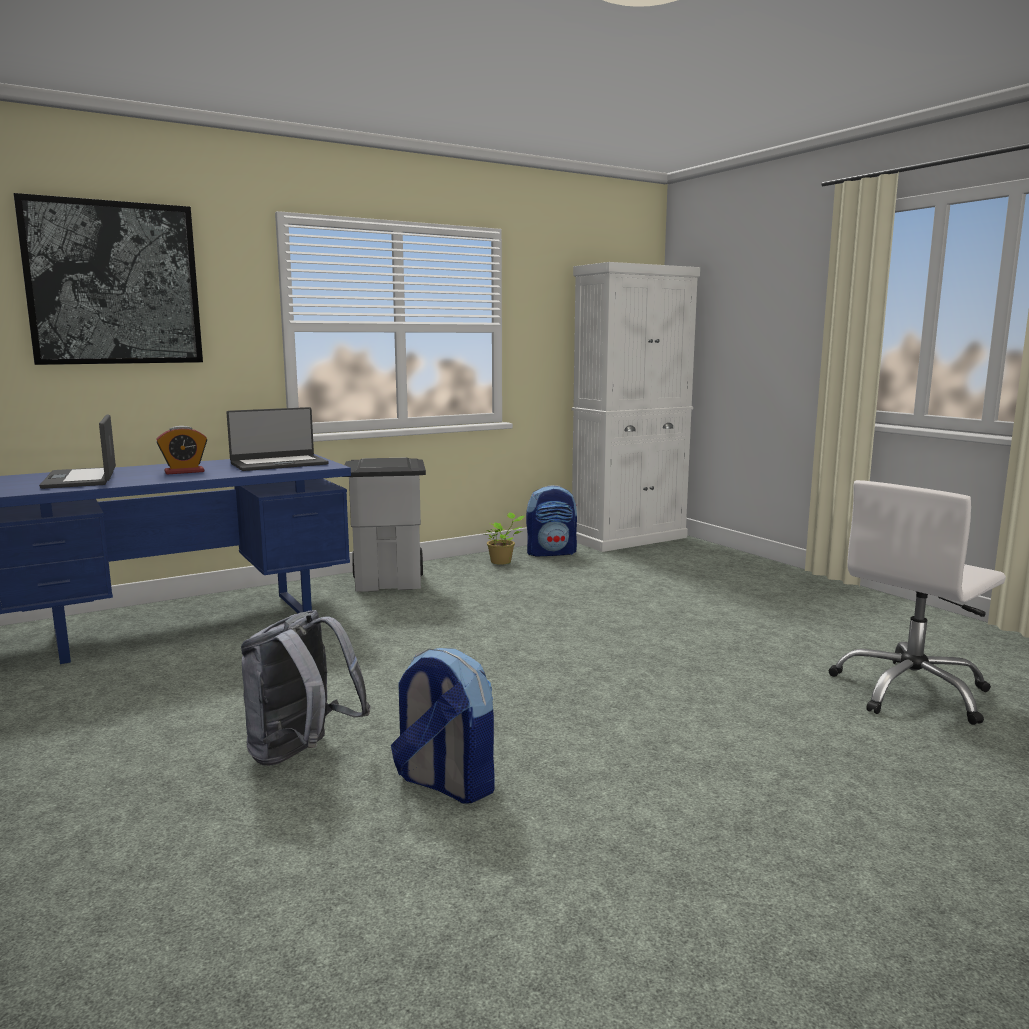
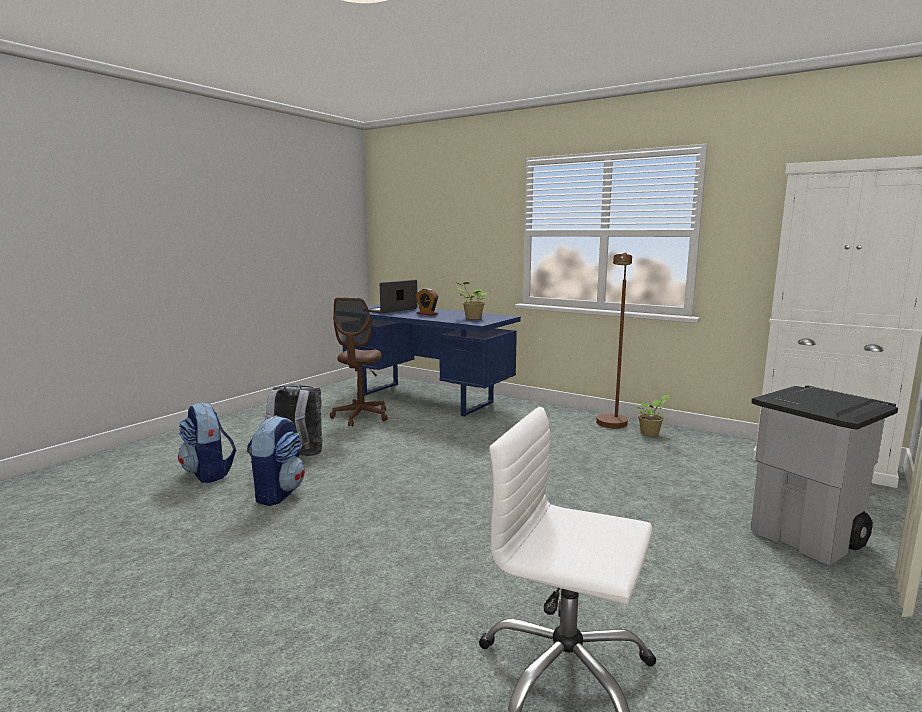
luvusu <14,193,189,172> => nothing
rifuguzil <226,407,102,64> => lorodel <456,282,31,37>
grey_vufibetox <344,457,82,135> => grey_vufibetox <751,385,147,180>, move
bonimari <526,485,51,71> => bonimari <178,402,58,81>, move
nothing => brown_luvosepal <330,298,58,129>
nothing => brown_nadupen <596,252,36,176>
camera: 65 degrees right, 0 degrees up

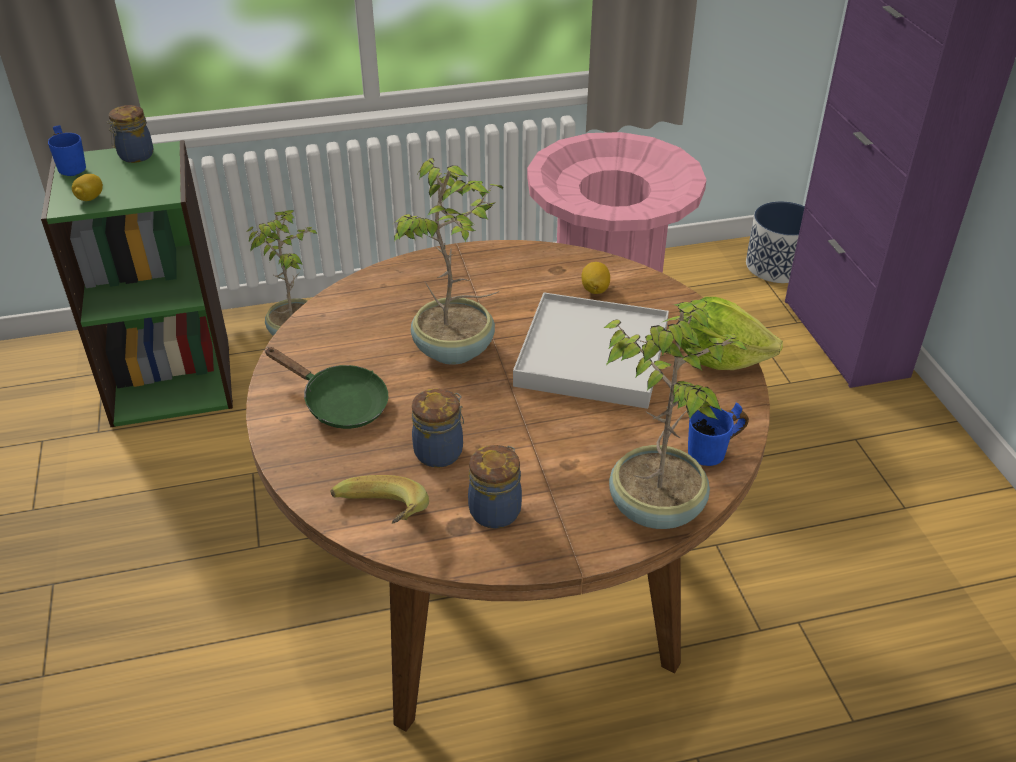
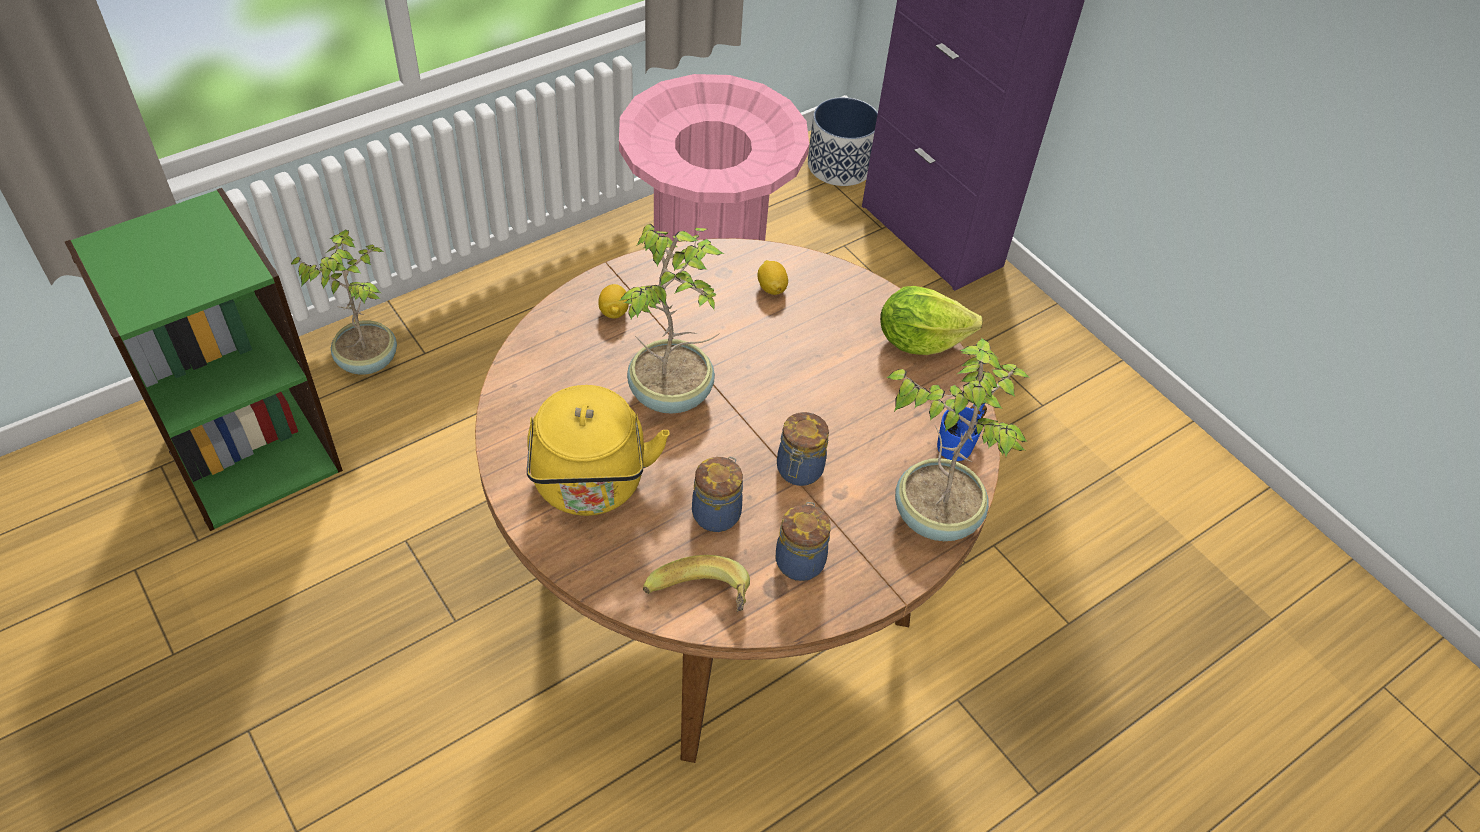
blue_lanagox <48,125,38,51> => nothing
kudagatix <72,174,31,27> => kudagatix <598,284,31,34>, move
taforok <107,105,46,58> => taforok <777,412,52,74>, move
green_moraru <265,347,123,82> => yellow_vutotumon <527,385,143,131>
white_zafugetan <513,292,156,117> => nothing
camera: 25 degrees left, 10 degrees up

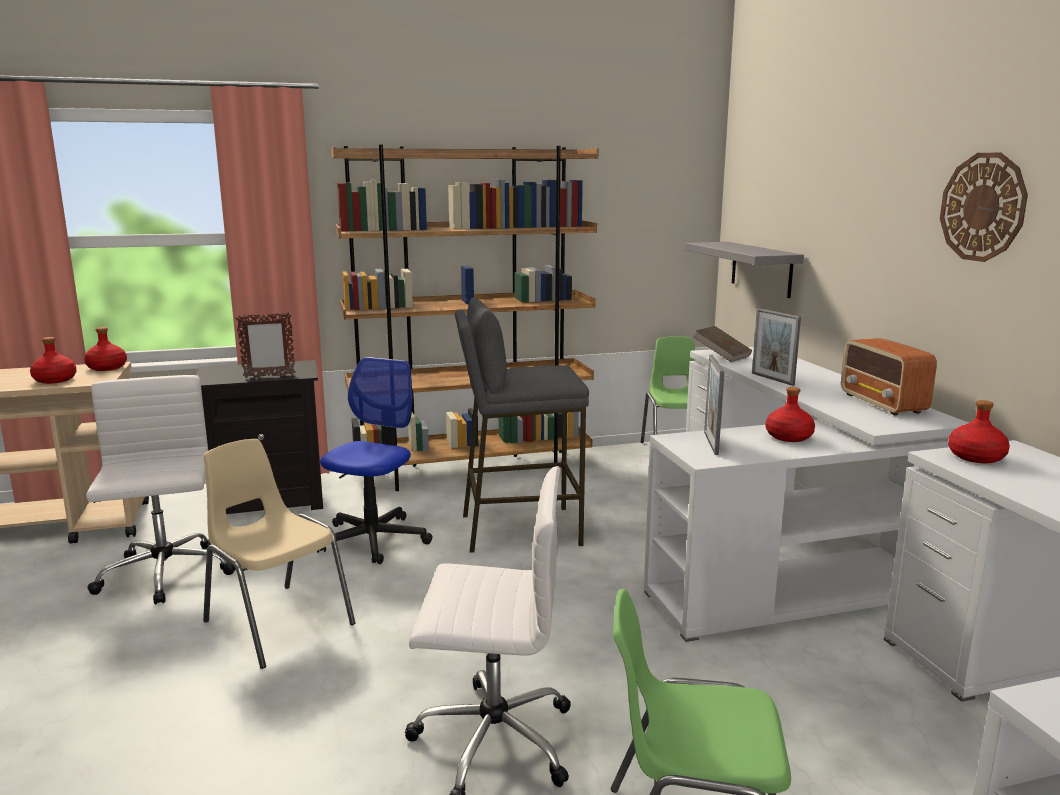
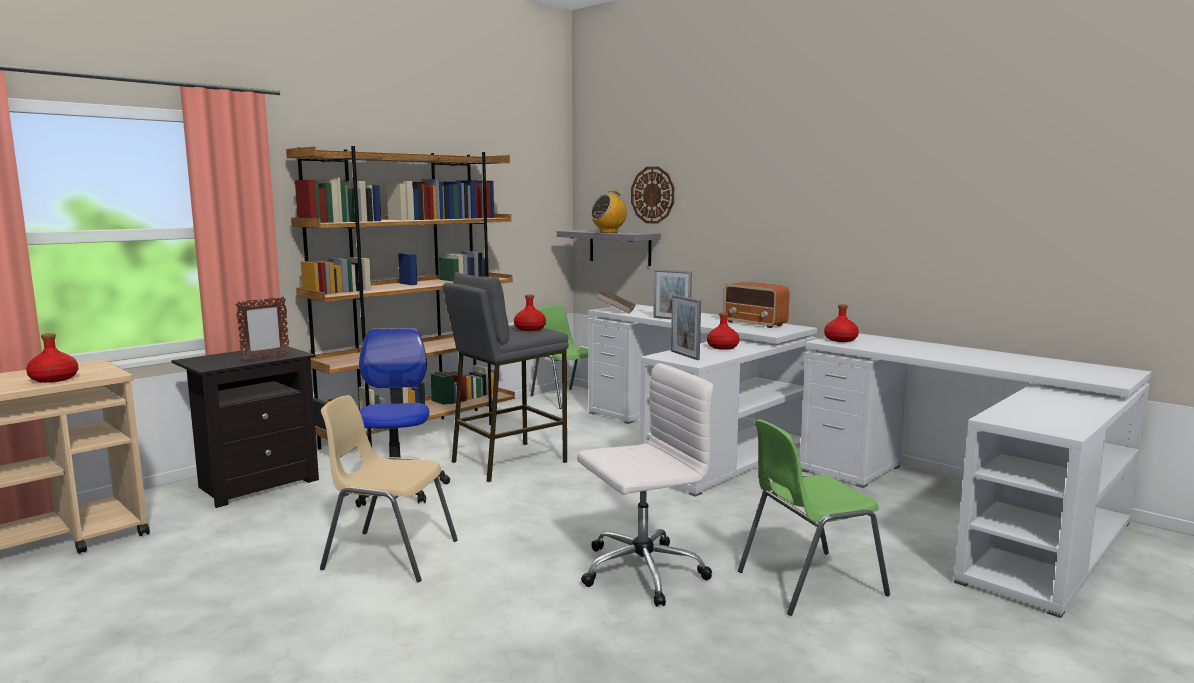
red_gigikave <84,327,43,44> => red_gigikave <514,295,32,36>, move
white_luvosepal <86,375,150,230> => nothing
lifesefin <940,152,88,110> => lifesefin <631,167,43,57>, move
nothing => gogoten <591,190,36,43>
camera: 30 degrees left, 5 degrees down

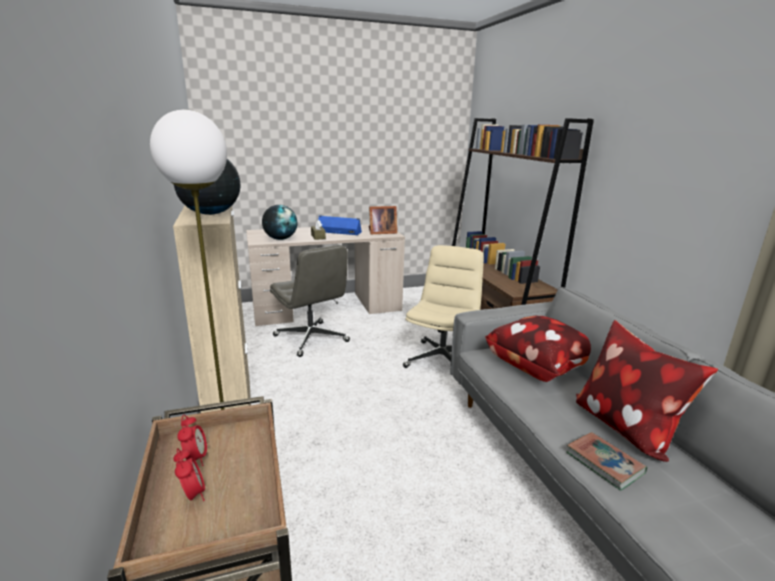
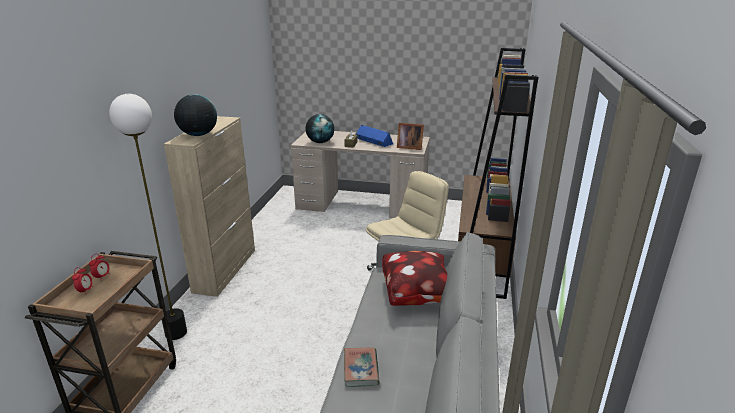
grey_luvosepal <270,245,80,112> => nothing
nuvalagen <576,320,142,142> => nothing
camera: 30 degrees right, 5 degrees up

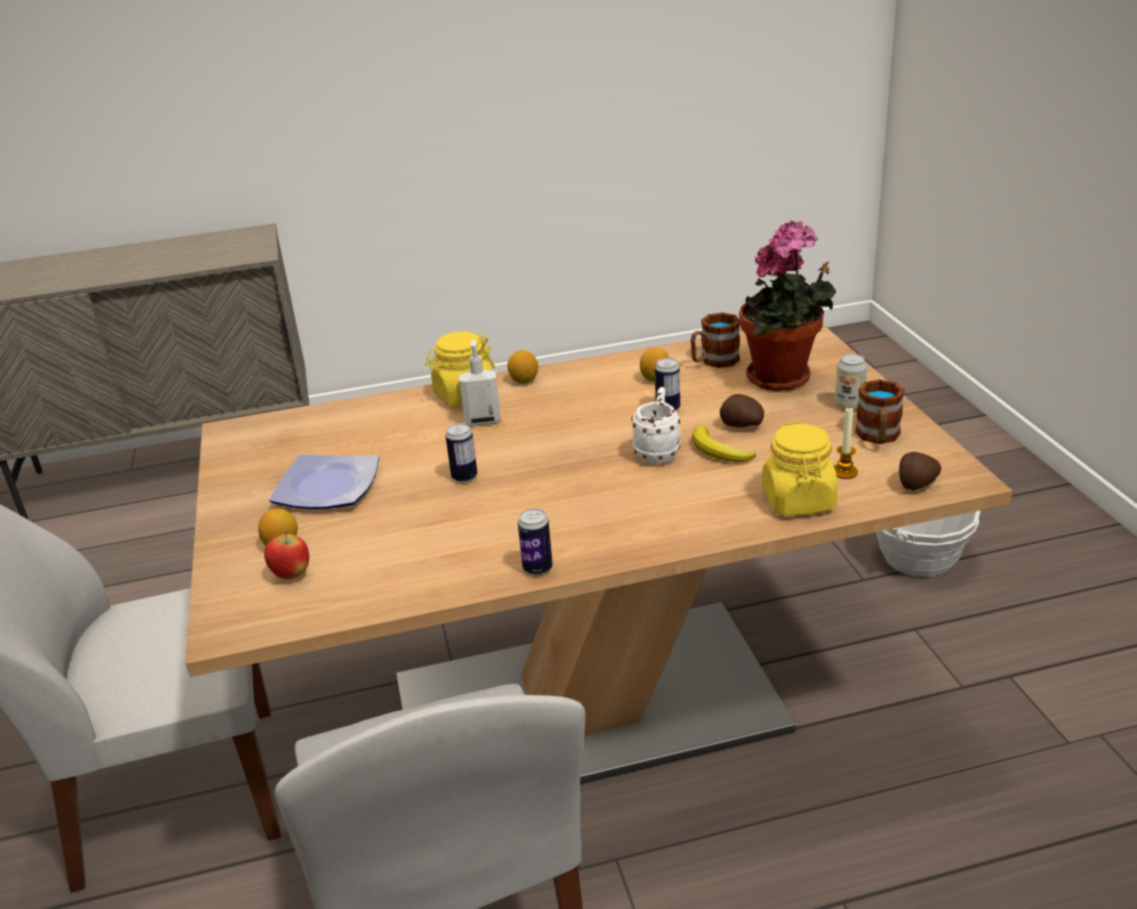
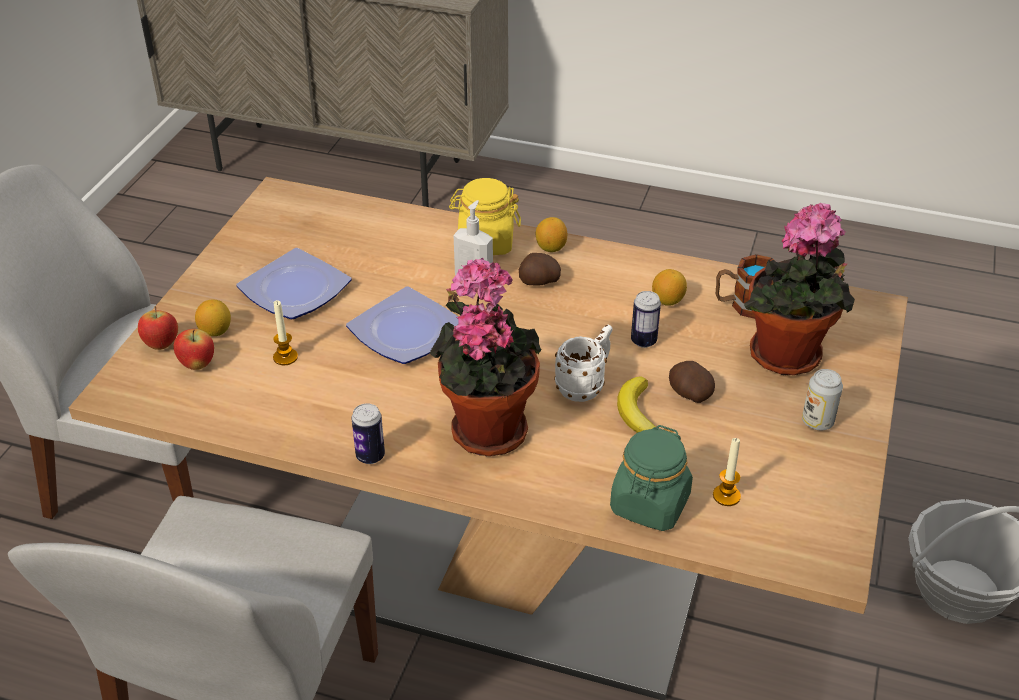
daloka <445,423,32,59> => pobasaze <346,286,113,78>
yellow_taforok <762,422,76,94> => green_taforok <610,425,83,106>
lanagox <855,380,50,64> => nothing
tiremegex <899,452,42,39> => tiremegex <519,253,42,33>, move
nothing => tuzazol <138,306,40,44>
nothing => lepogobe <273,300,25,66>
nothing => lorodel <430,258,112,198>
camera: 30 degrees right, 10 degrees up

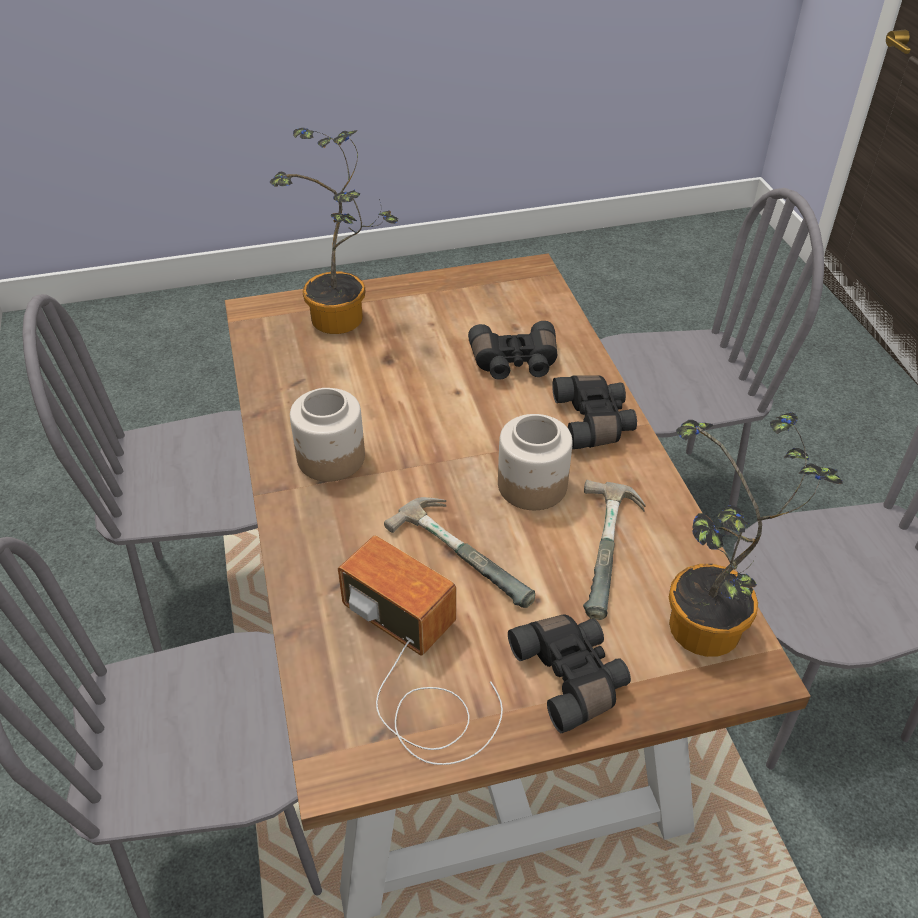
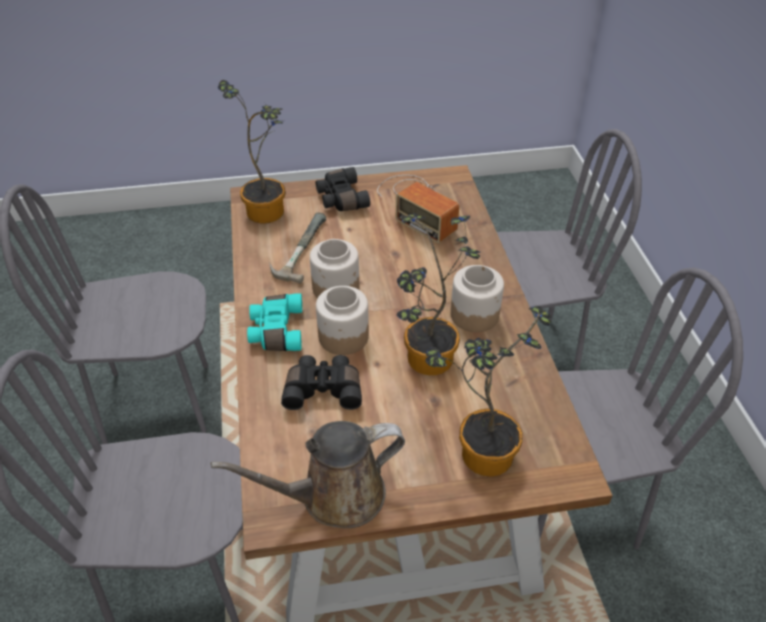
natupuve <384,497,151,111> => nothing
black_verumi <552,375,85,74> => turquoise_verumi <247,294,55,57>
nothing => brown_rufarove <211,421,194,108>
nothing => taforok <316,286,53,69>
nothing => lorodel <397,213,83,162>
camera: 175 degrees left, 0 degrees up

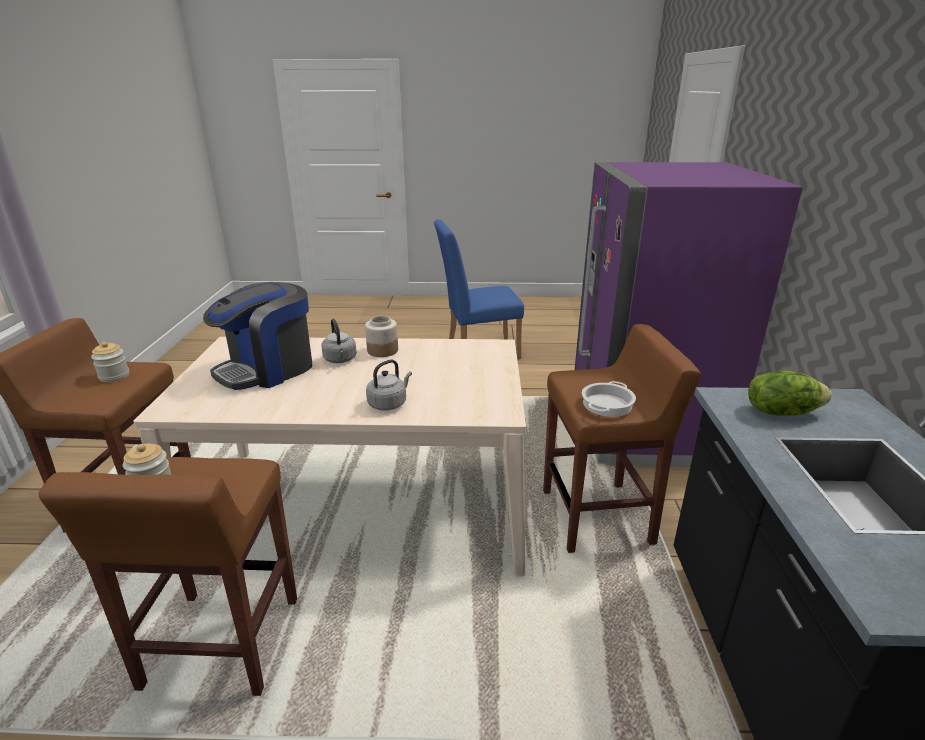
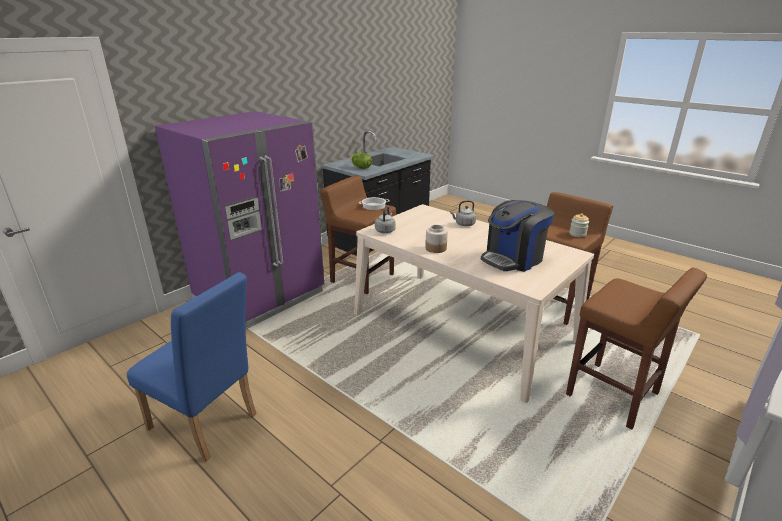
taforok <91,342,38,40> => nothing
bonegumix <203,282,109,108> => bonegumix <481,200,73,72>, 150 degrees clockwise
grey_vutotumon <321,319,36,44> => grey_vutotumon <375,206,21,27>, move
camera: 140 degrees left, 0 degrees up

